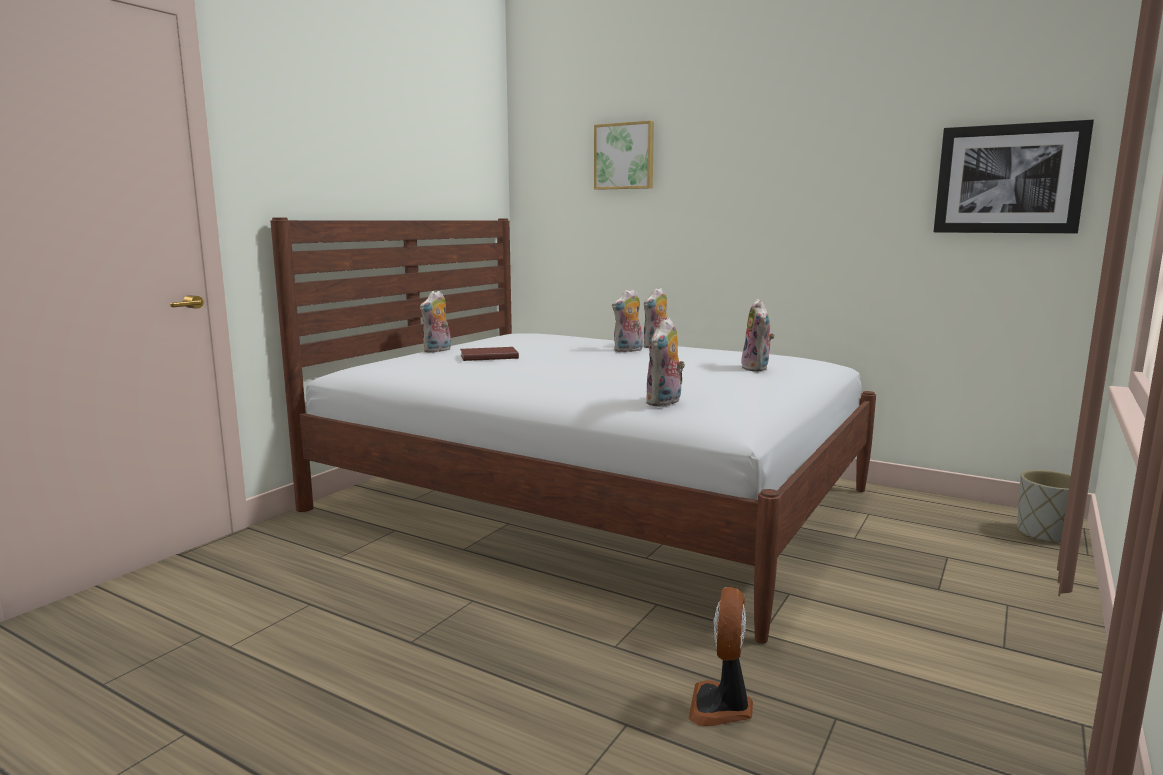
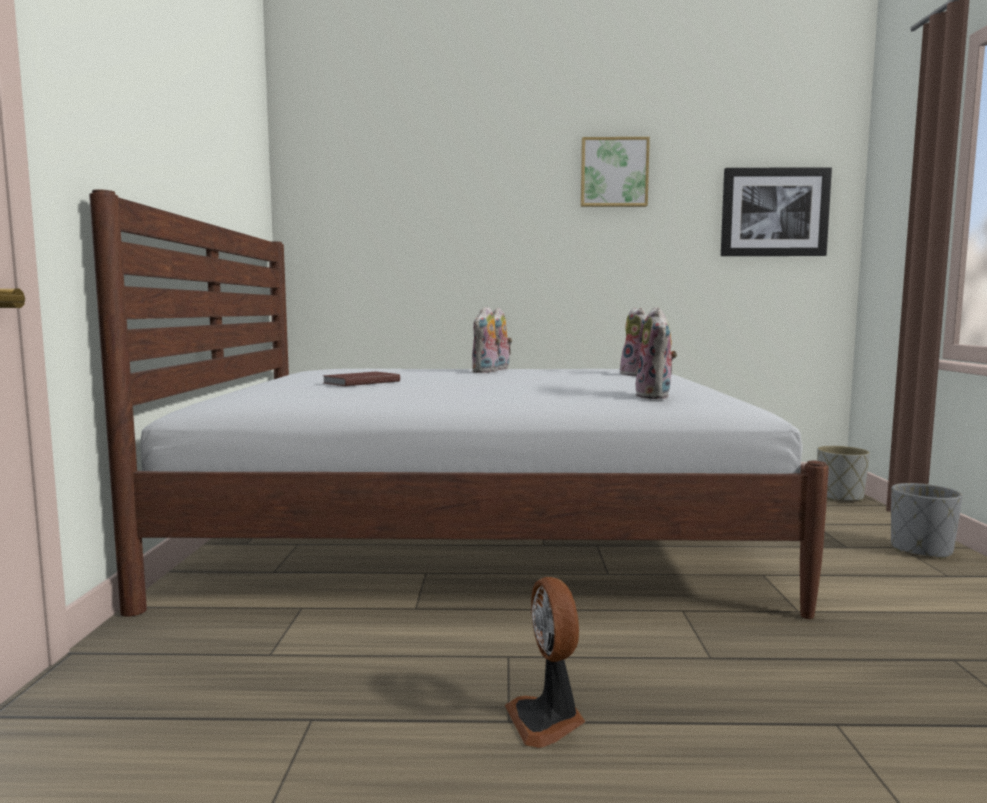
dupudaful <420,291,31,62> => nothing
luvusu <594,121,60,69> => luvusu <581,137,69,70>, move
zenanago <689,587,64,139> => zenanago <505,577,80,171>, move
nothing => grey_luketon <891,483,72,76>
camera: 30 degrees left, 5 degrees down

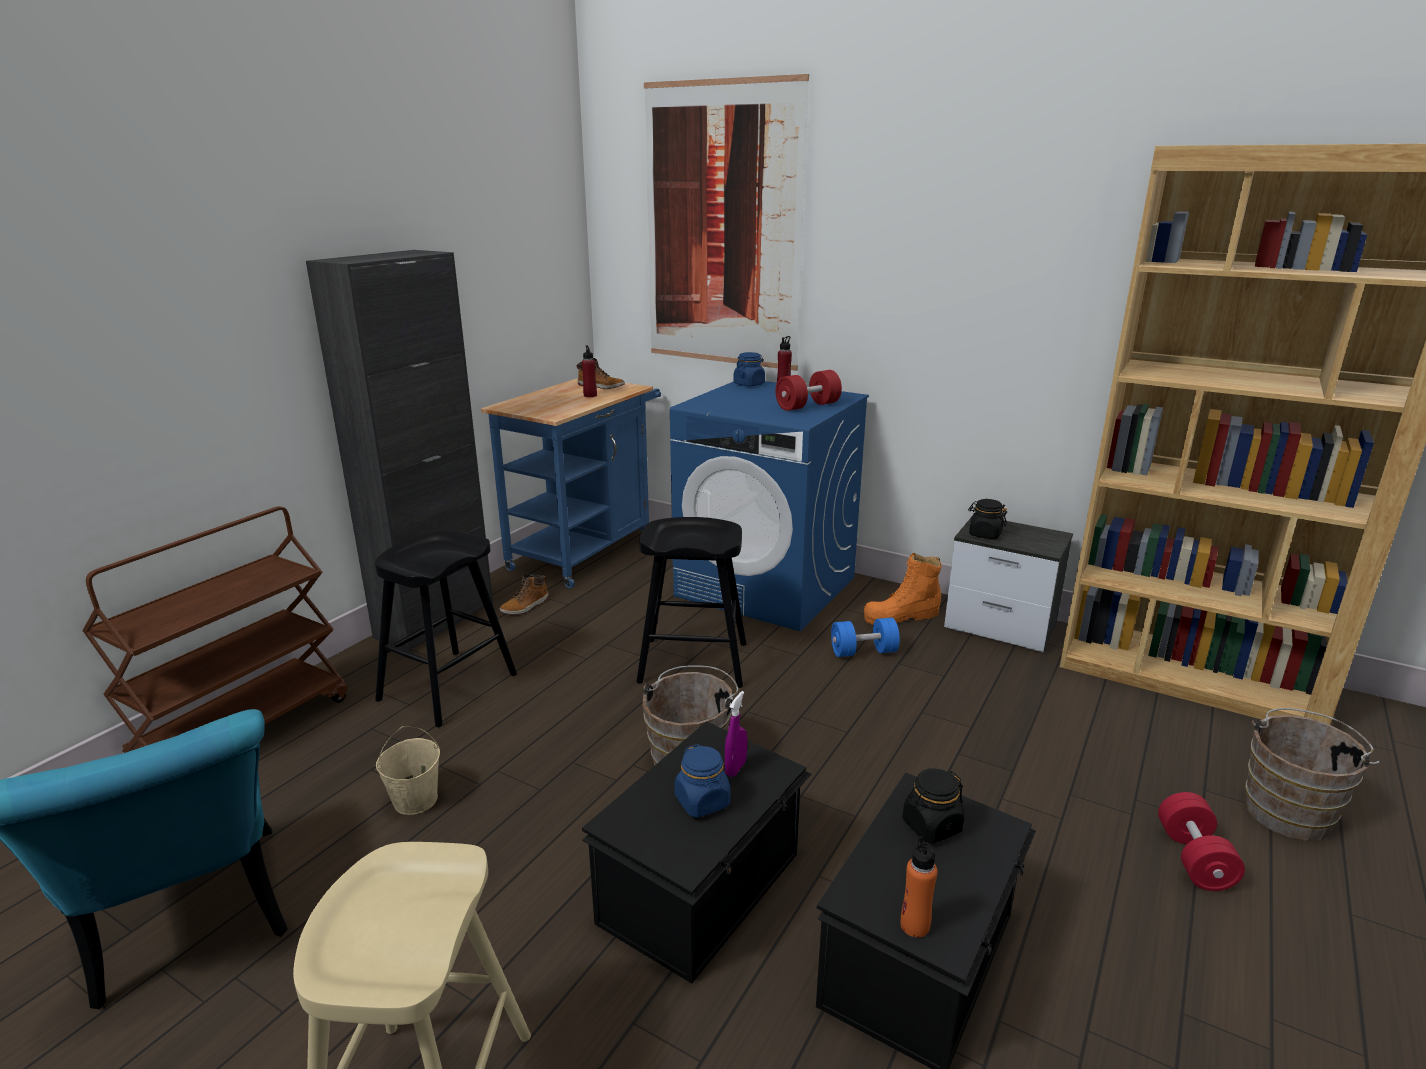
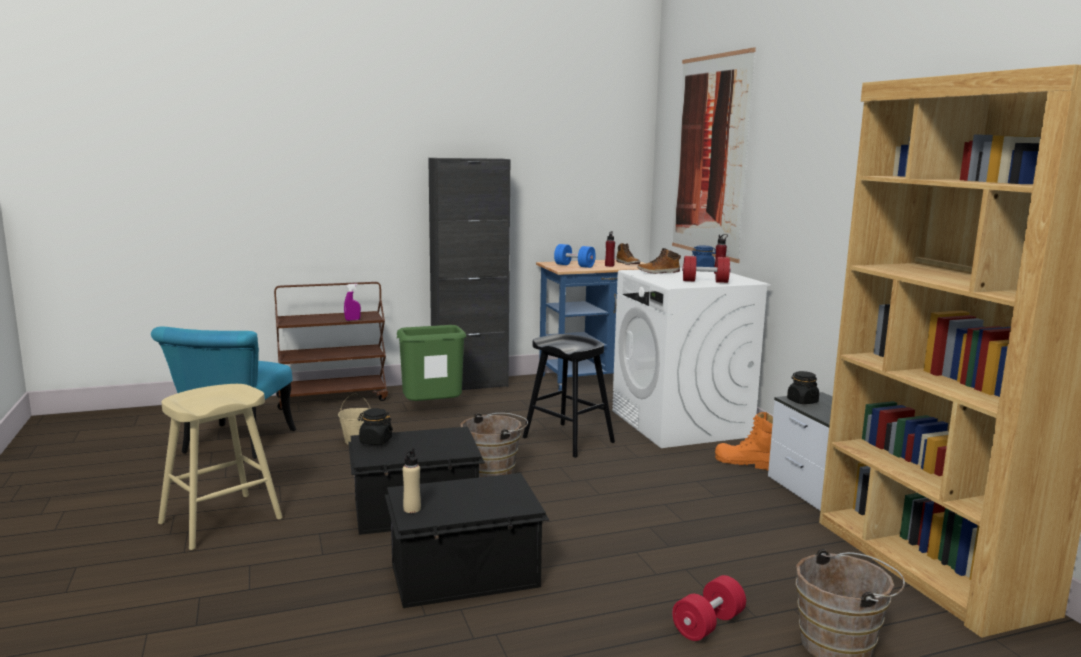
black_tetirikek <375,530,142,197> => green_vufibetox <397,325,69,76>
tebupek <499,574,50,41> => tebupek <637,248,44,26>, move
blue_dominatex <670,381,199,250> => white_dominatex <612,268,159,180>
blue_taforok <675,744,56,74> => nothing
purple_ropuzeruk <725,691,22,86> => purple_ropuzeruk <344,284,17,37>, move
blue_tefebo <831,618,69,39> => blue_tefebo <554,244,42,24>, move
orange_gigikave <901,836,37,102> => beige_gigikave <403,448,18,65>
black_taforok <902,768,63,75> => black_taforok <358,408,35,37>, move
camera: 40 degrees right, 10 degrees down

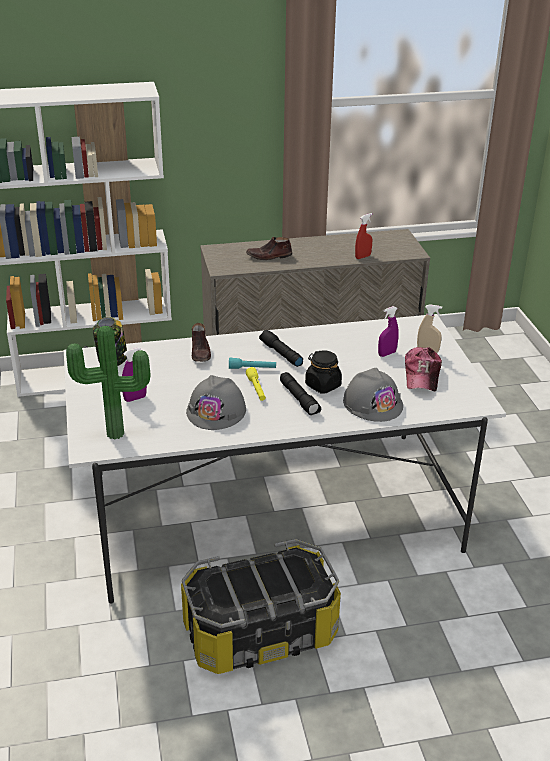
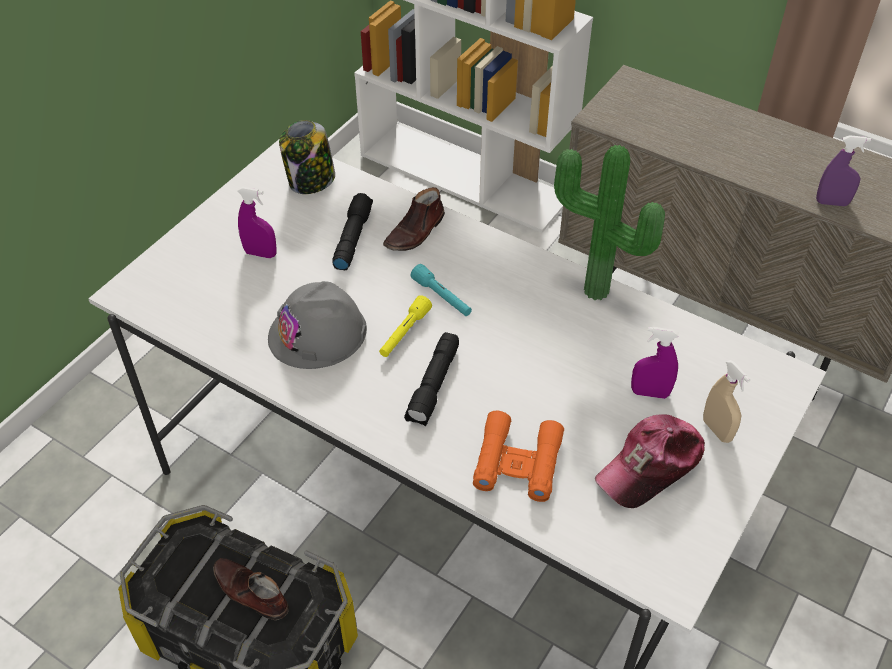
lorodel <66,326,85,113> => lorodel <554,145,111,155>, move
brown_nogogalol <246,237,46,23> => brown_nogogalol <213,558,76,62>, move
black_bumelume <259,330,44,37> => black_bumelume <332,193,41,77>, move
black_taforok <305,350,37,44> => nothing
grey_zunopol <343,368,60,54> => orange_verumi <473,411,91,91>
red_ropuzeruk <355,213,17,46> => purple_ropuzeruk <816,135,55,71>
camera: 45 degrees right, 15 degrees up

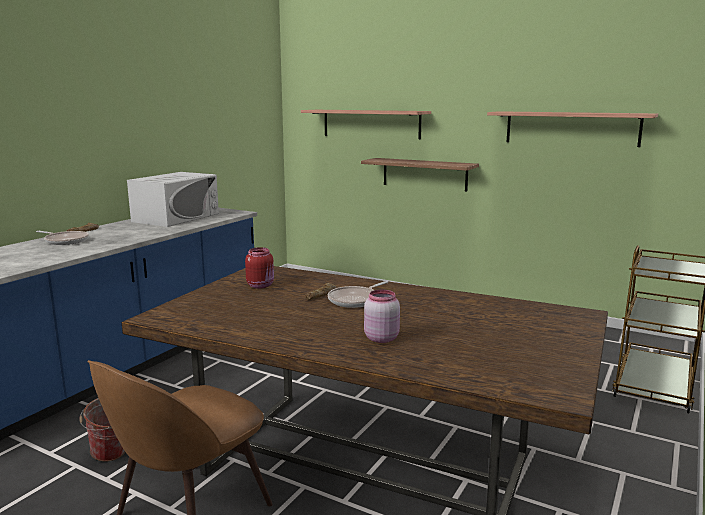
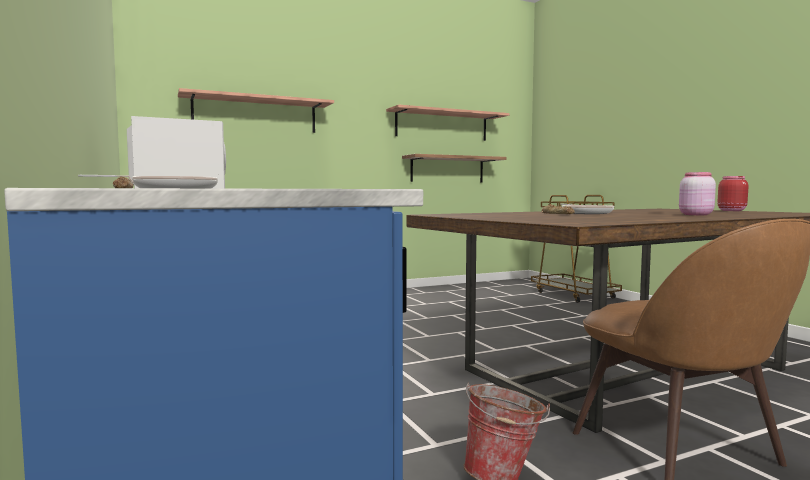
red_taforok <245,247,29,42> => red_taforok <717,176,31,35>, move
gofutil <361,158,118,33> => gofutil <402,154,104,29>, move
camera: 55 degrees left, 10 degrees down

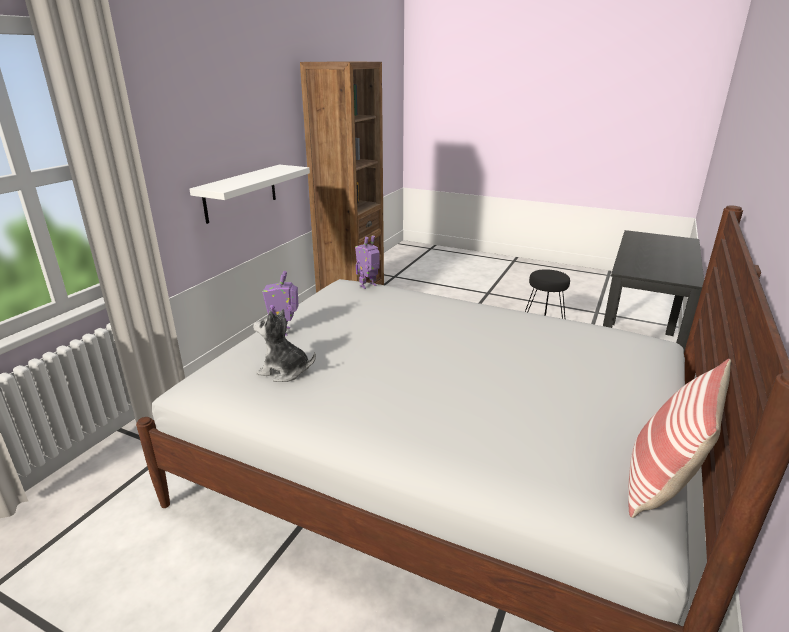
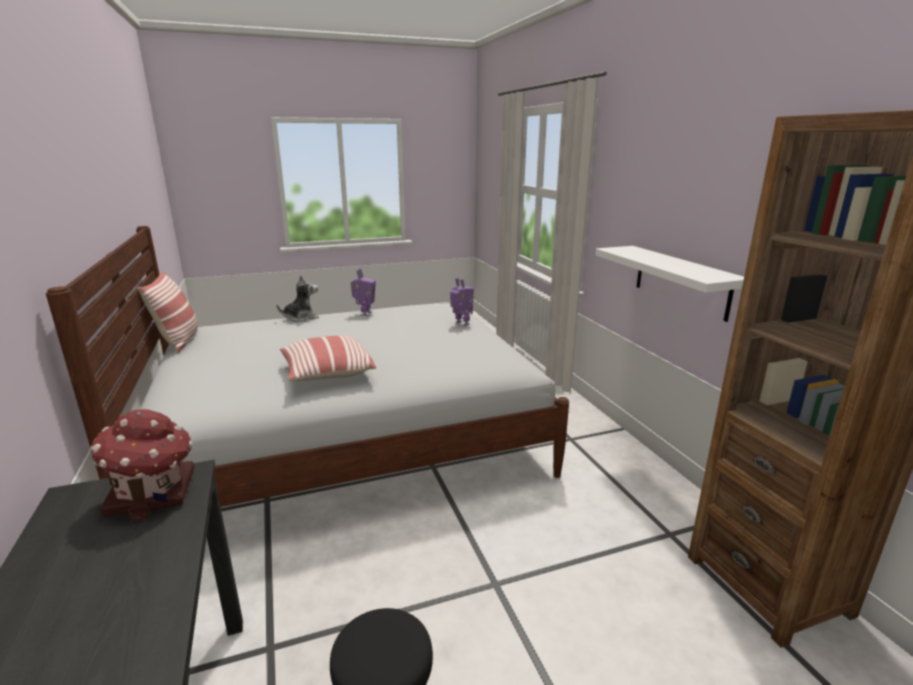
dupudaful <253,309,63,73> => dupudaful <277,275,42,47>, move
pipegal <355,235,25,54> => pipegal <351,268,25,48>, move
nothing => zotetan <91,409,103,113>
nothing => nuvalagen <280,336,96,45>
camera: 135 degrees right, 5 degrees down

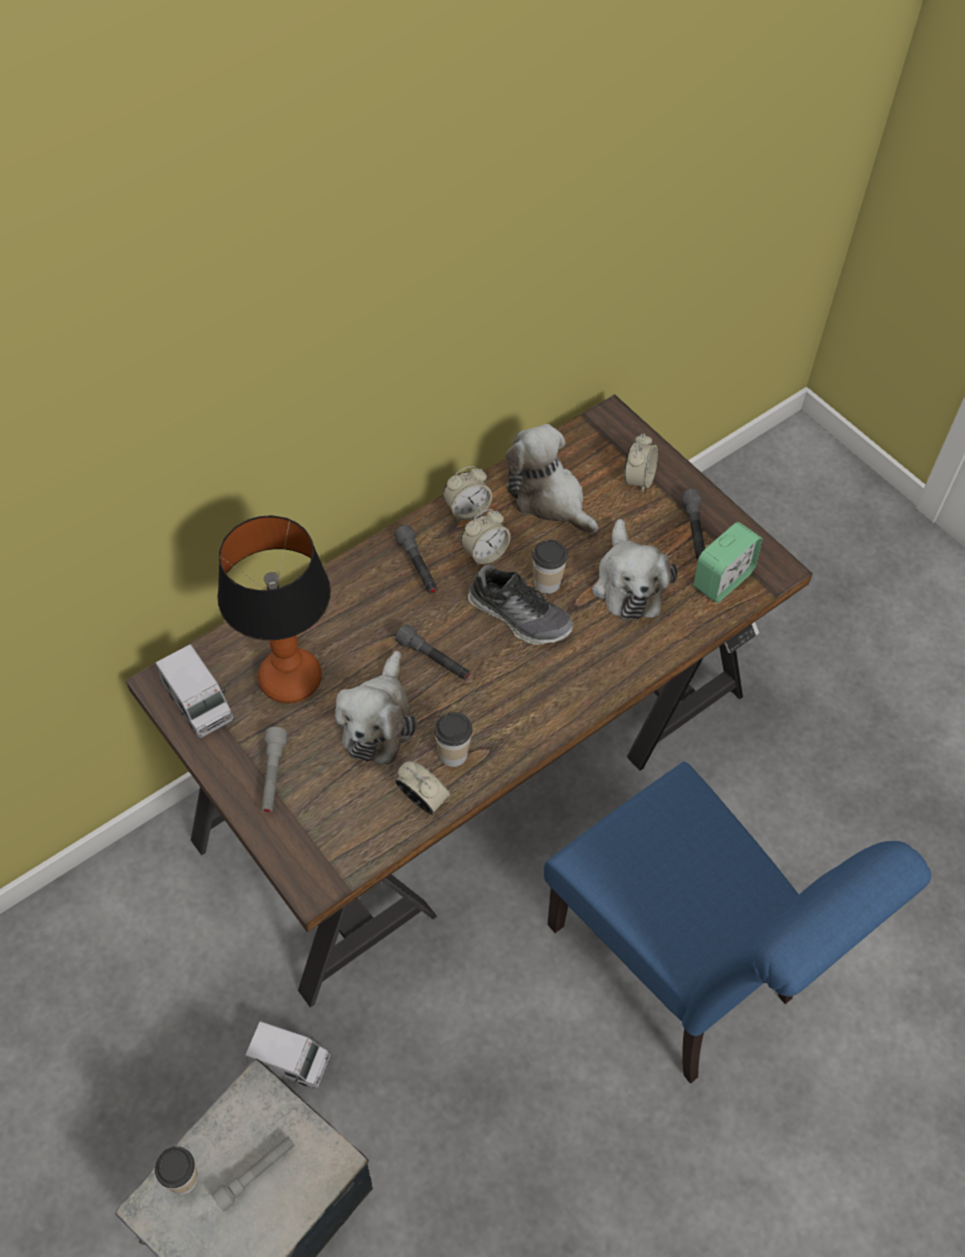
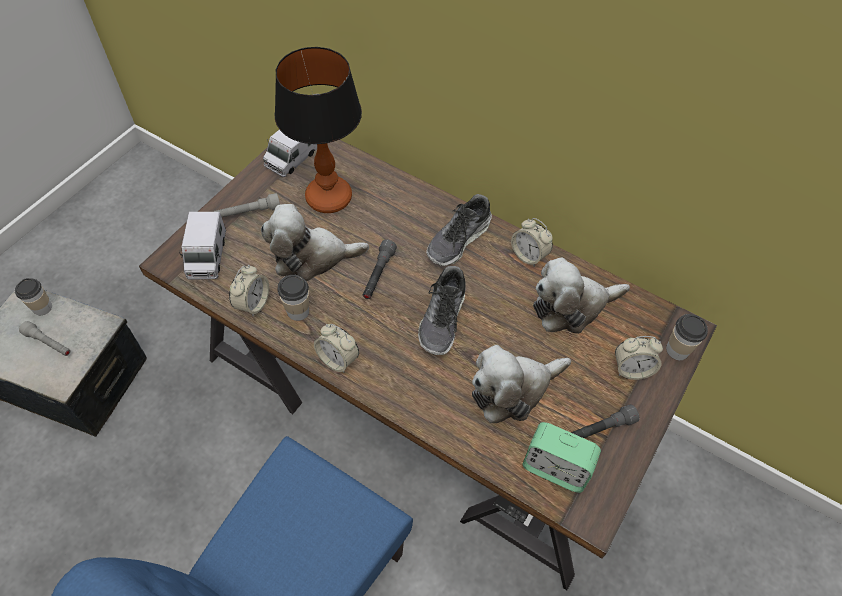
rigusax <245,1021,85,68> => rigusax <179,212,47,67>, move
grey_bumelume <394,525,44,69> => nogogalol <426,194,66,72>
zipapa <461,509,50,57> => zipapa <314,324,45,49>, move
dupudaful <505,424,93,110> => dupudaful <533,258,97,76>, 135 degrees counterclockwise
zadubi <532,540,35,54> => zadubi <666,314,42,46>, move
camera: 70 degrees right, 0 degrees up

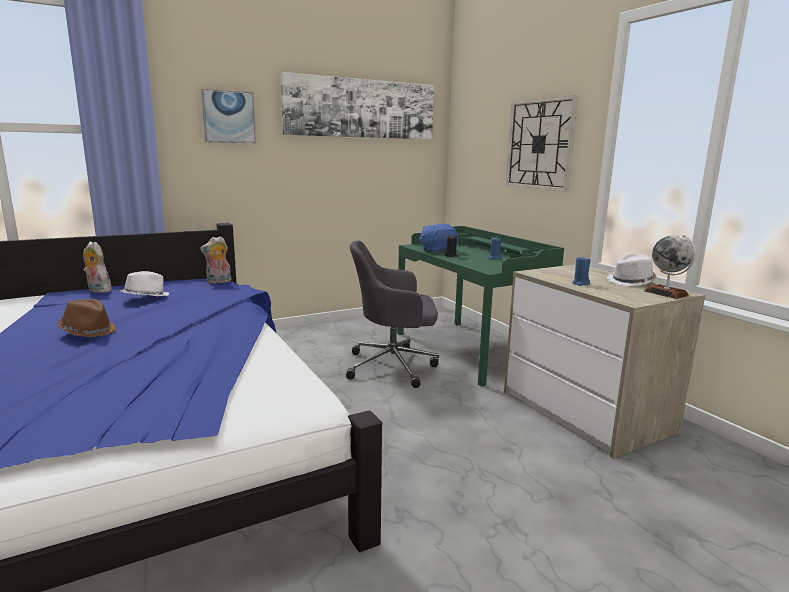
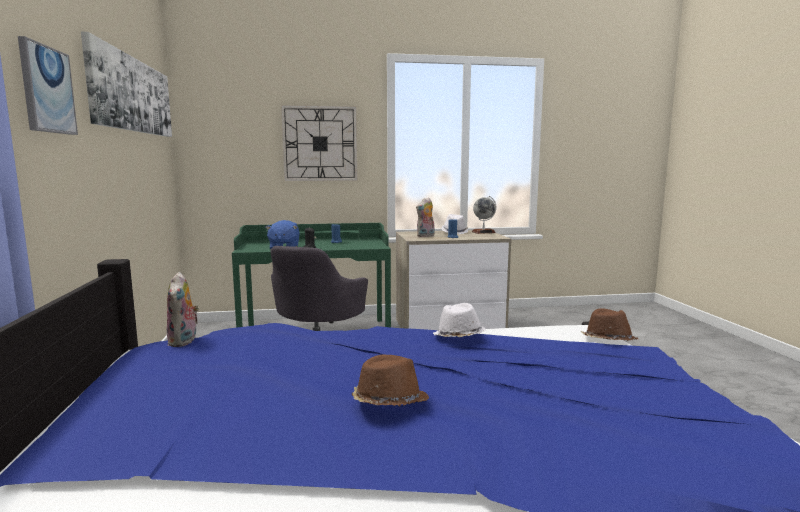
dupudaful <83,241,28,52> => dupudaful <416,198,19,39>, move
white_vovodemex <120,271,49,25> => white_vovodemex <433,303,53,34>, move
nothing => brown_vovodemex <581,308,57,33>
camera: 70 degrees left, 5 degrees down

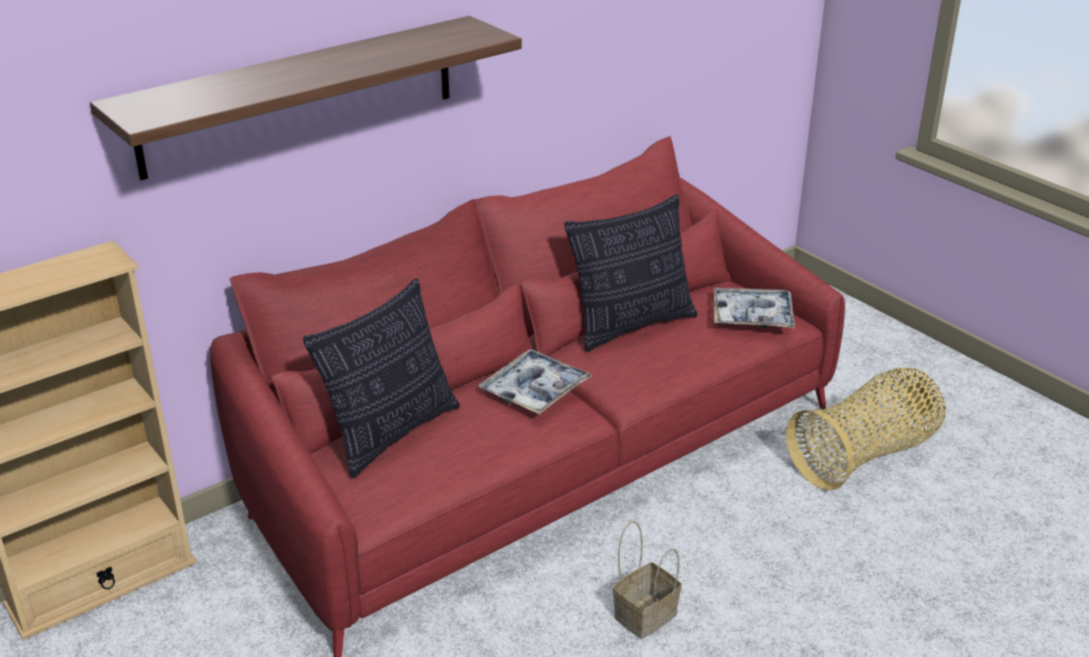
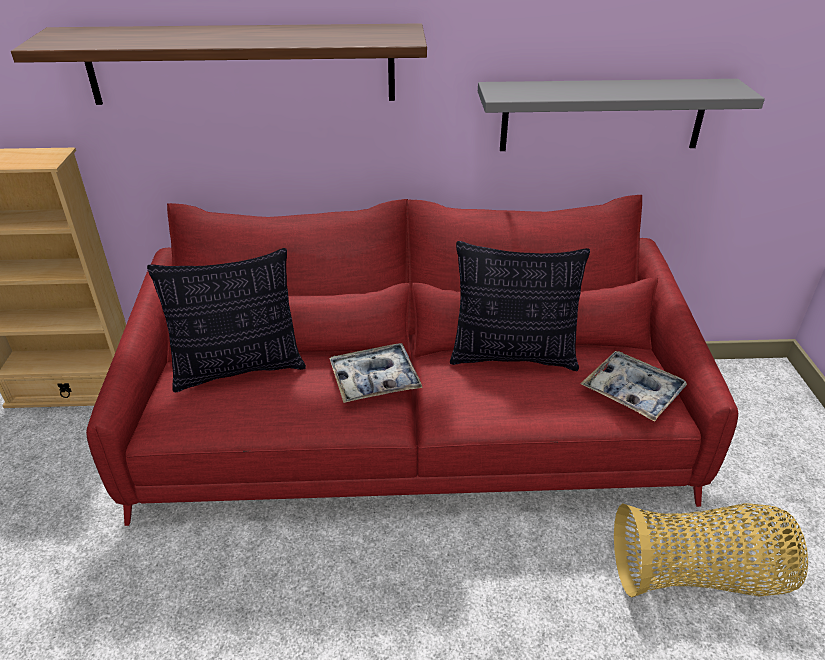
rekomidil <613,521,68,118> => nothing
nothing => grey_gofutil <478,79,287,72>
camera: 35 degrees right, 5 degrees up

